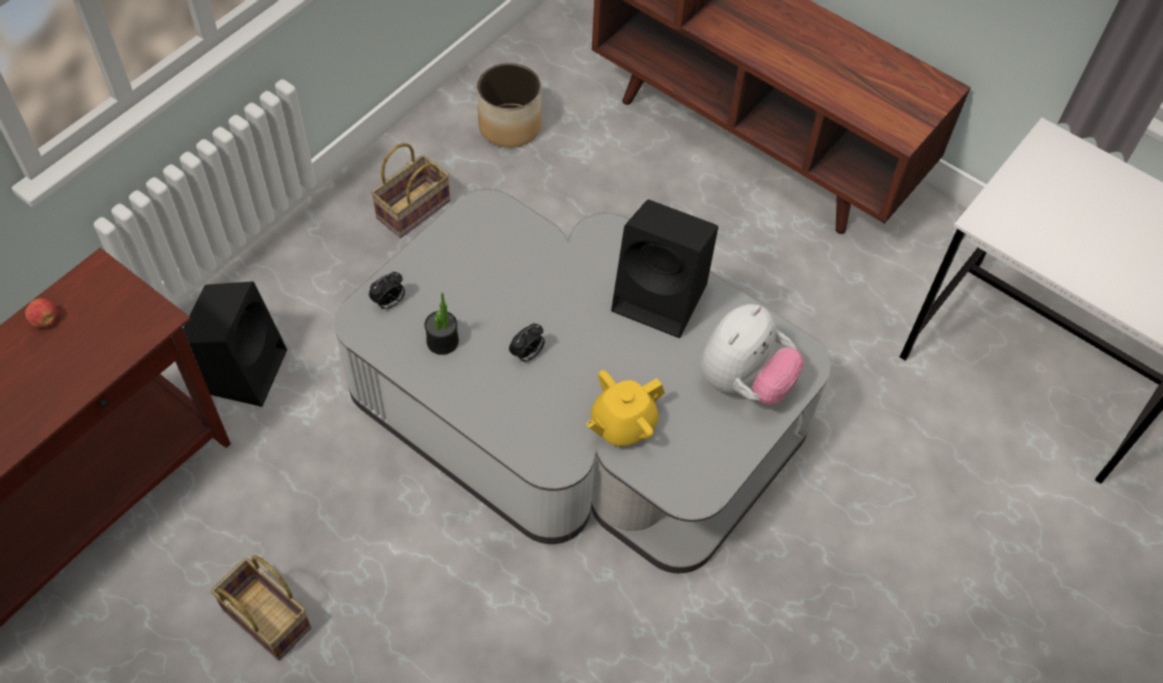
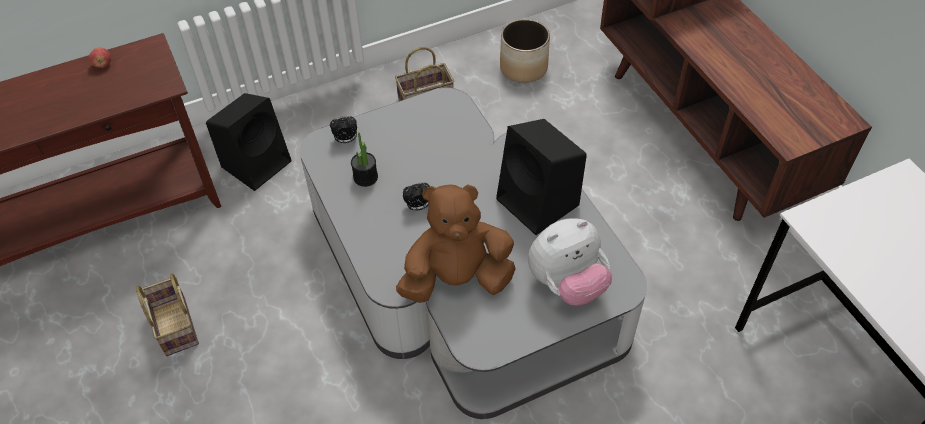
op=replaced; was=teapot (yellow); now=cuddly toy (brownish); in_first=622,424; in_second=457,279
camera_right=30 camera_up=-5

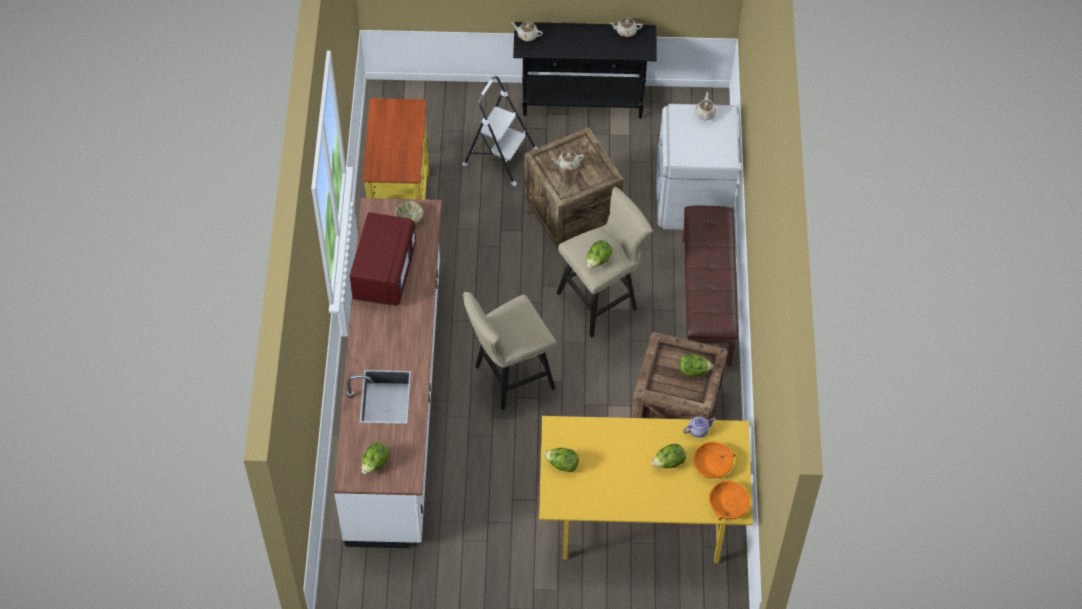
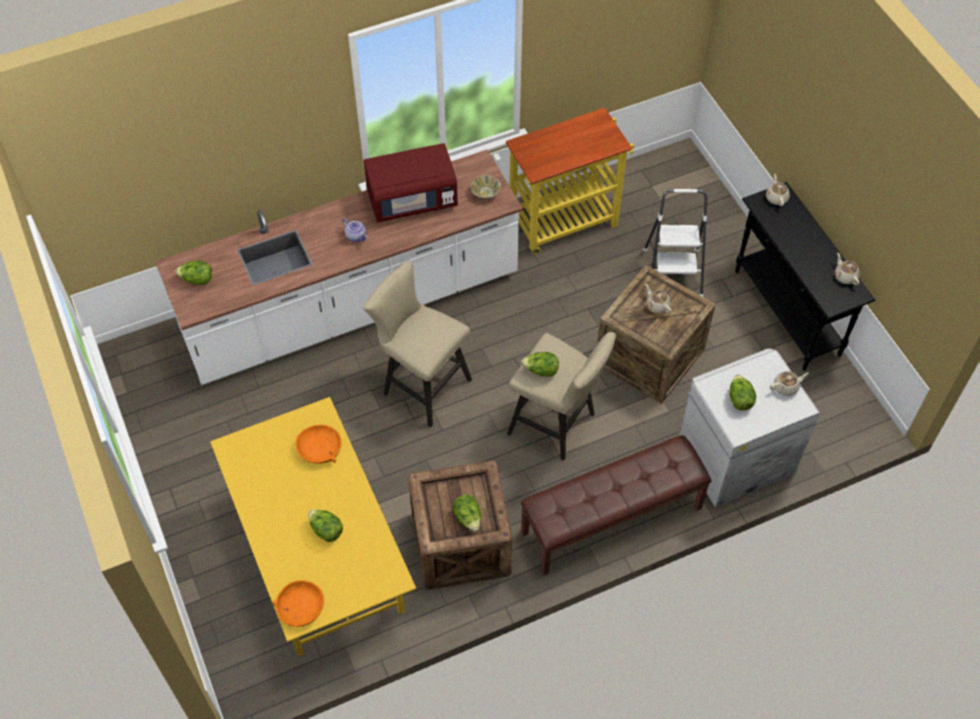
op=moved; was=deep dish (orangey); in_first=713,464; in_second=320,448
op=moved; was=teapot; in_first=698,430; in_second=356,236
op=moved; was=head of lettuce; in_first=562,465; in_second=739,399
camera_right=65 camera_up=0

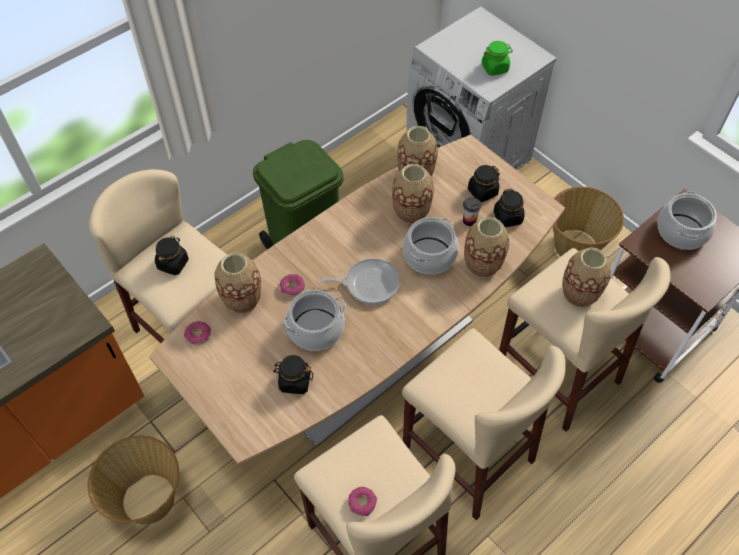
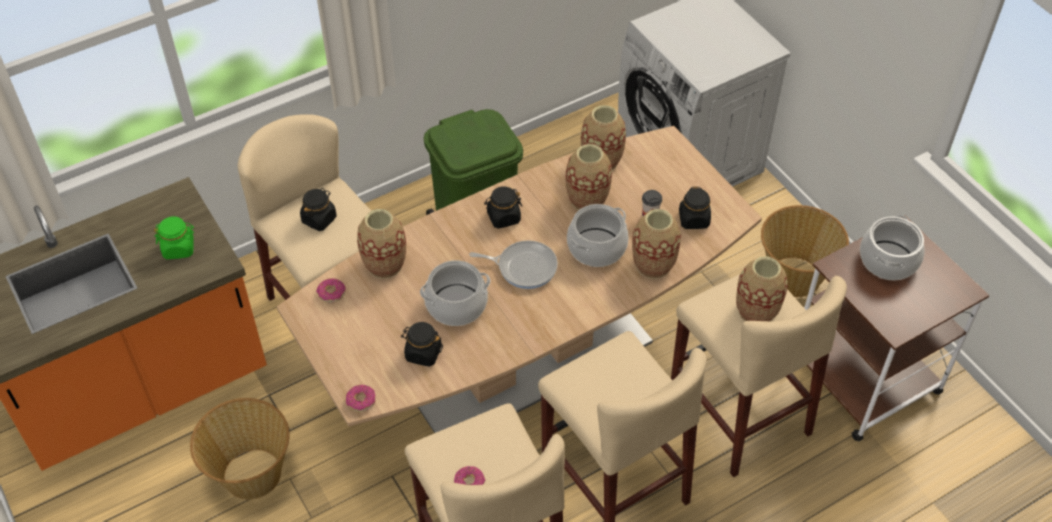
op=moved; was=preserve jar (greenish); in_first=495,68; in_second=179,248
op=moved; was=ring doughnut; in_first=292,287; in_second=361,401
op=moved; was=preserve jar (blackish); in_first=482,192; in_second=503,217
camera_right=10 camera_up=-5

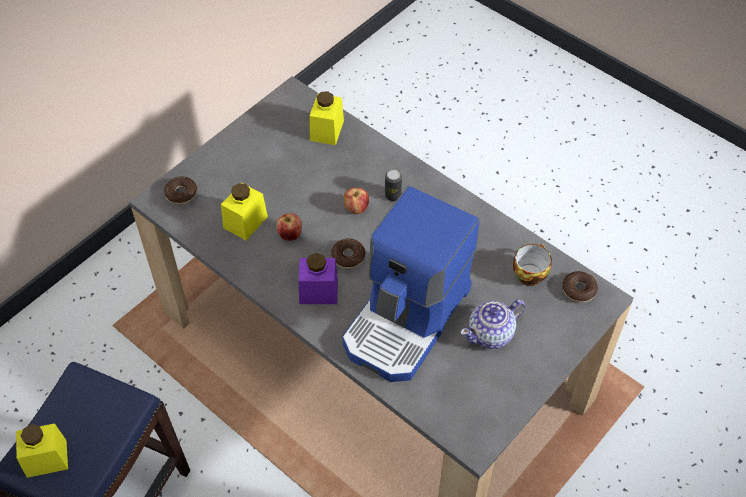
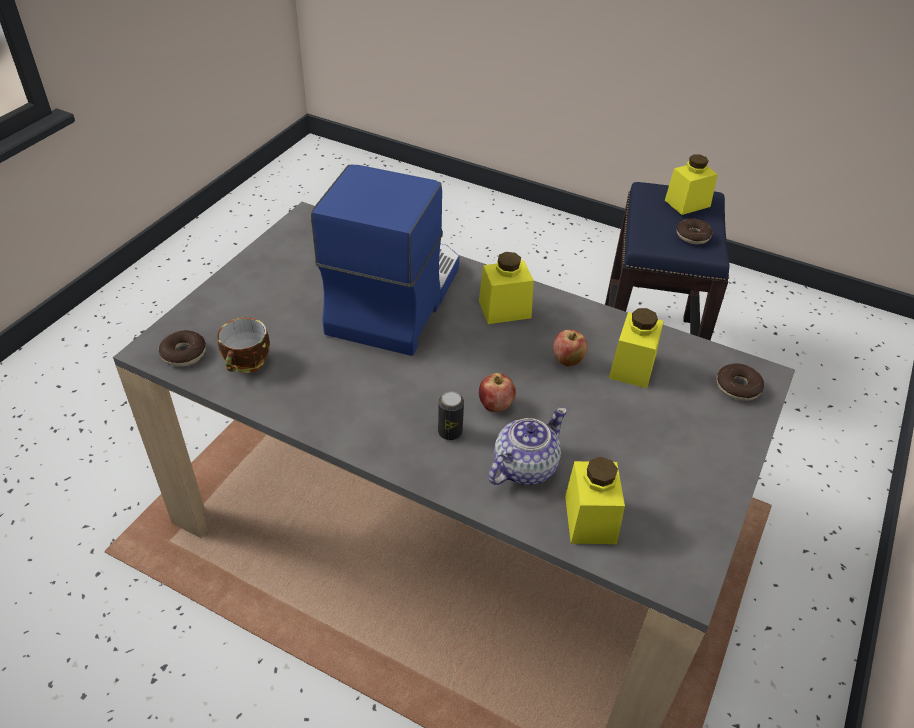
op=recoloured; was=preserve jar (purple-coloured); now=preserve jar (yellow); in_first=318,291; in_second=504,309
op=moved; was=teapot; in_first=491,334; in_second=524,467
op=moved; was=ring doughnut; in_first=348,257; in_second=692,236
camera_right=165 camera_up=-10

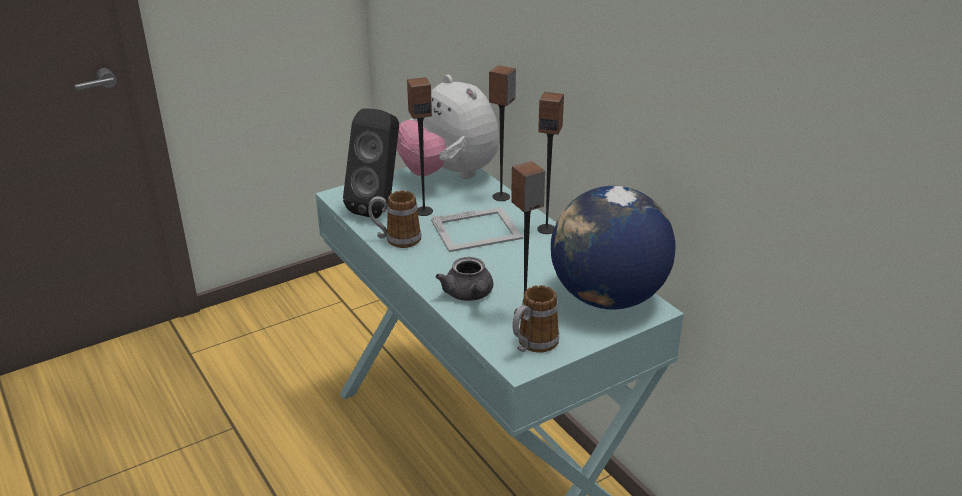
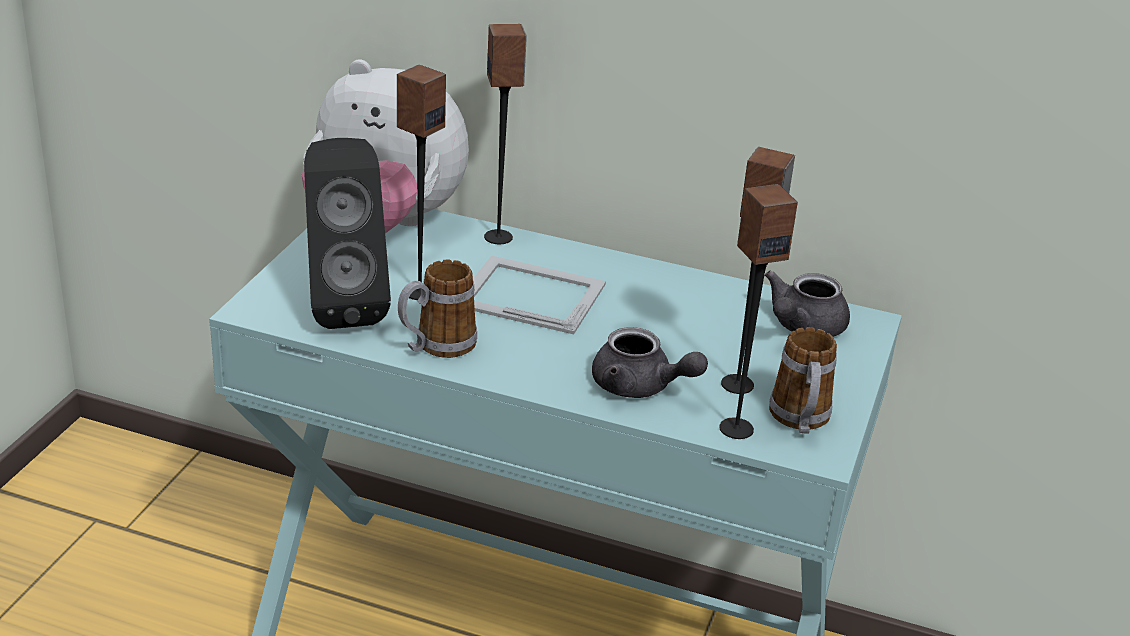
op=turned; was=picture frame; in_first=477,230; in_second=529,294; clockwise=-105
op=moved; was=speaker; in_first=546,229; in_second=736,428
op=replaced; was=world globe; now=teapot (grey); in_first=607,298; in_second=802,327
camera_right=-40 camera_up=0

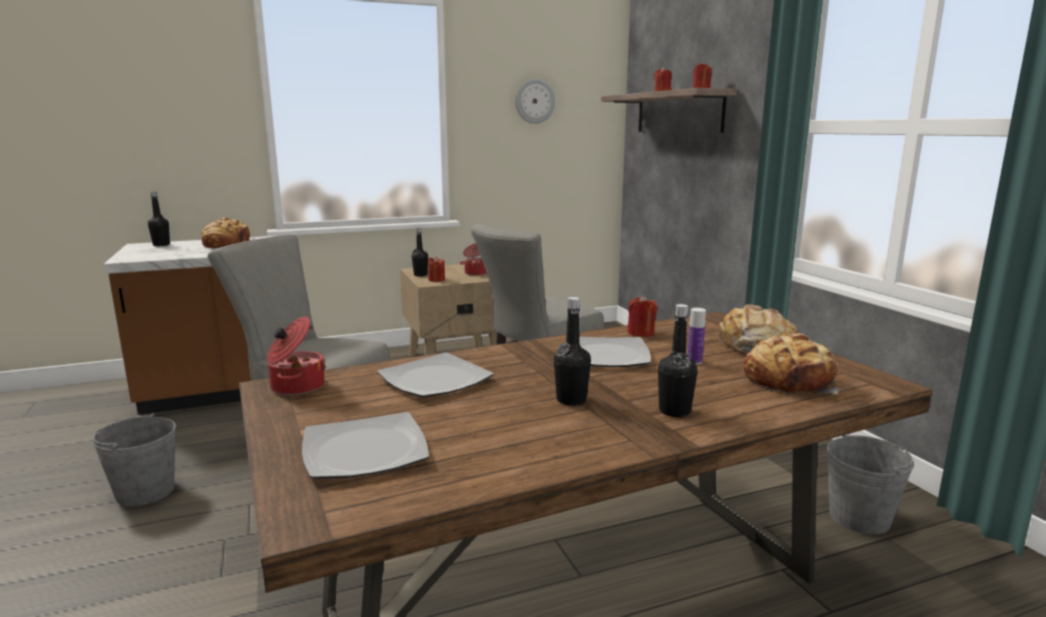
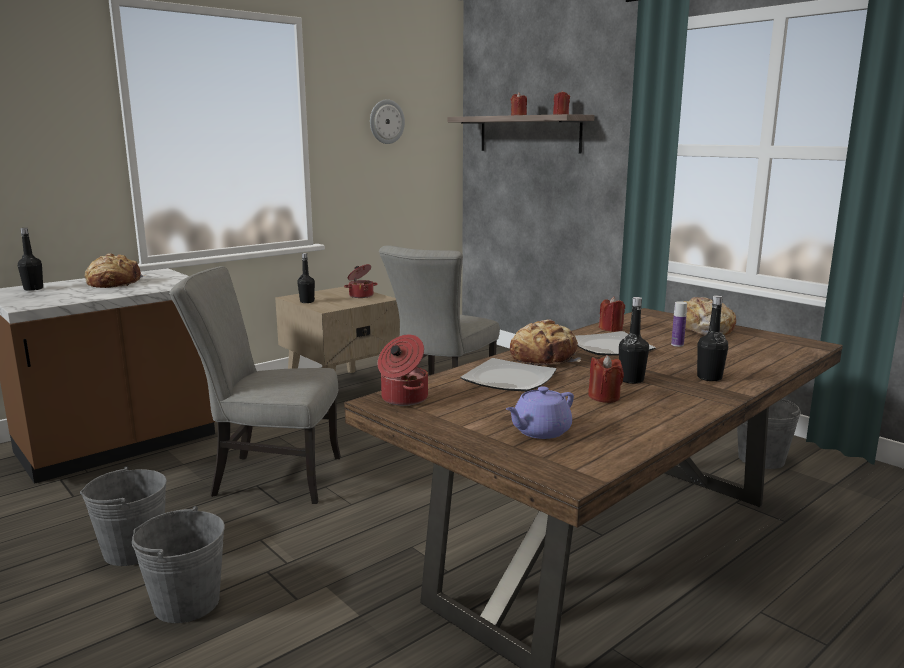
op=added; now=bucket (grey); in_second=186,603
op=replaced; was=dinner plate; now=teapot (purple-coloured); in_first=366,451; in_second=540,431
op=moved; was=bakery bread; in_first=789,381; in_second=544,357
op=moved; was=wax light (reddish); in_first=436,280; in_second=604,397
camera_right=-20 camera_up=0

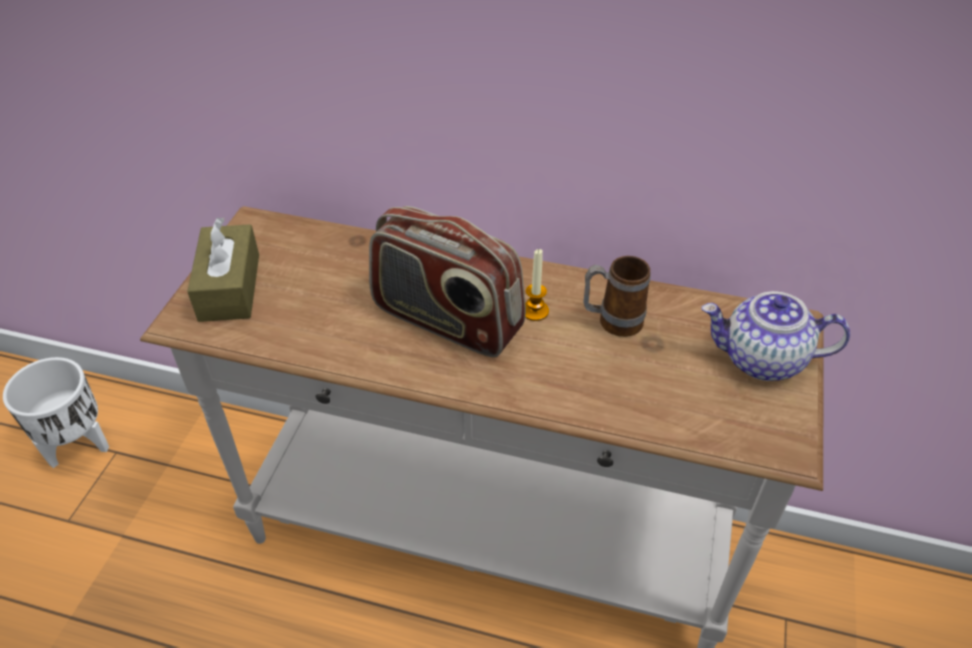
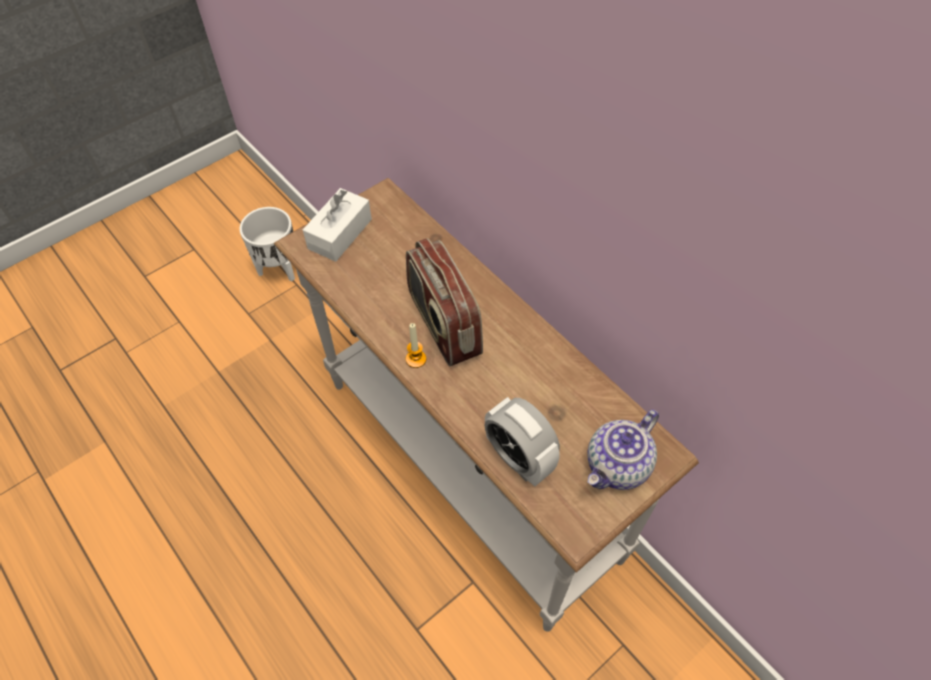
op=recoloured; was=tissue holder (brownish); now=tissue holder (whitish); in_first=229,287; in_second=340,234
op=moved; was=wax light; in_first=535,311; in_second=416,359
op=added; now=bedside clock; in_second=519,458
op=turned; was=teapot; in_first=761,360; in_second=618,466; clockwise=-90
op=removed; was=mug; in_first=611,322
camera_right=35 camera_up=10

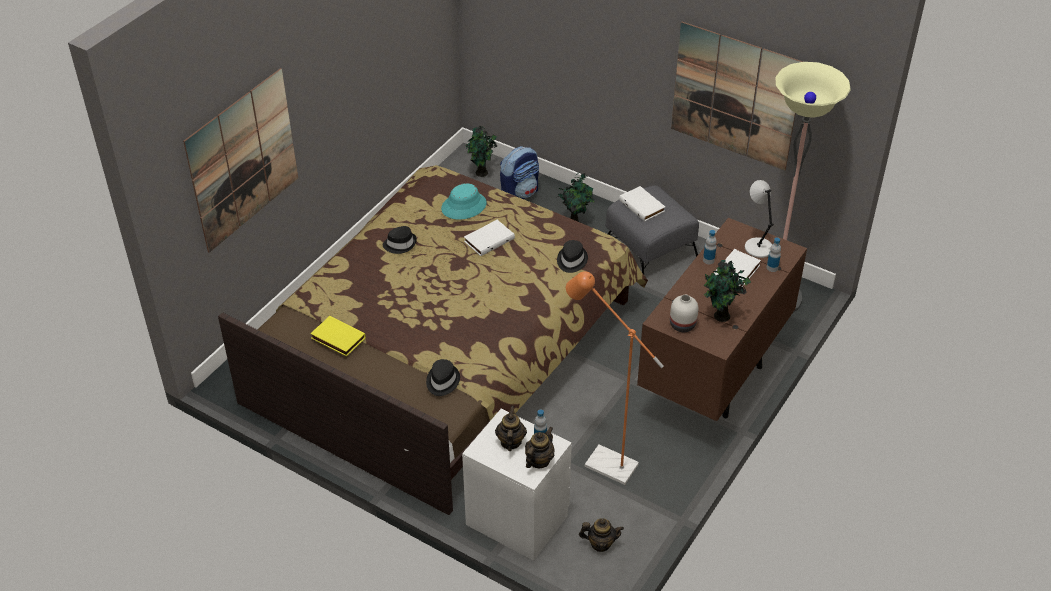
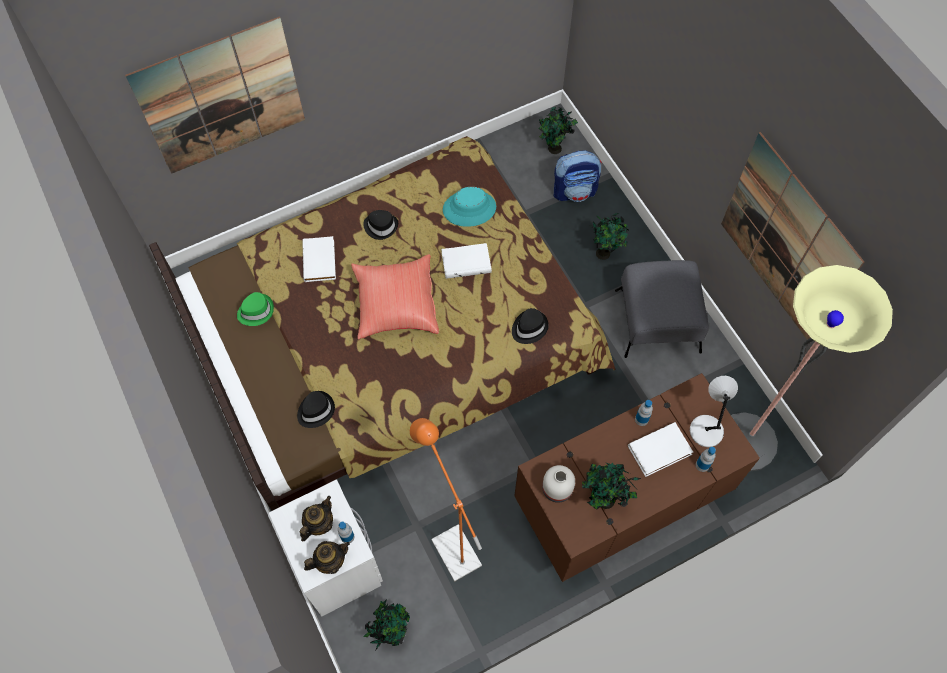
op=replaced; was=volume (yellow); now=wearable hat (greenish); in_first=337,339; in_second=256,311
op=moved; was=volume (whitish); in_first=643,205; in_second=320,261
op=added; now=cushion (reddish); in_second=395,305
op=replaced; was=teapot; now=houseplant; in_first=600,543; in_second=391,633
camera_right=30 camera_up=20

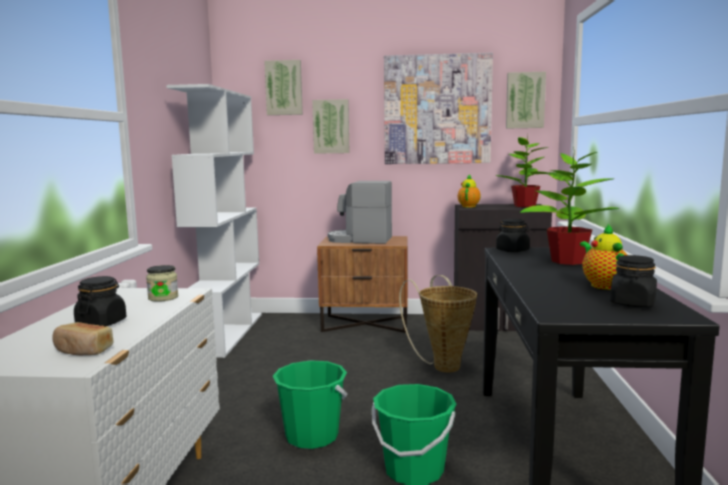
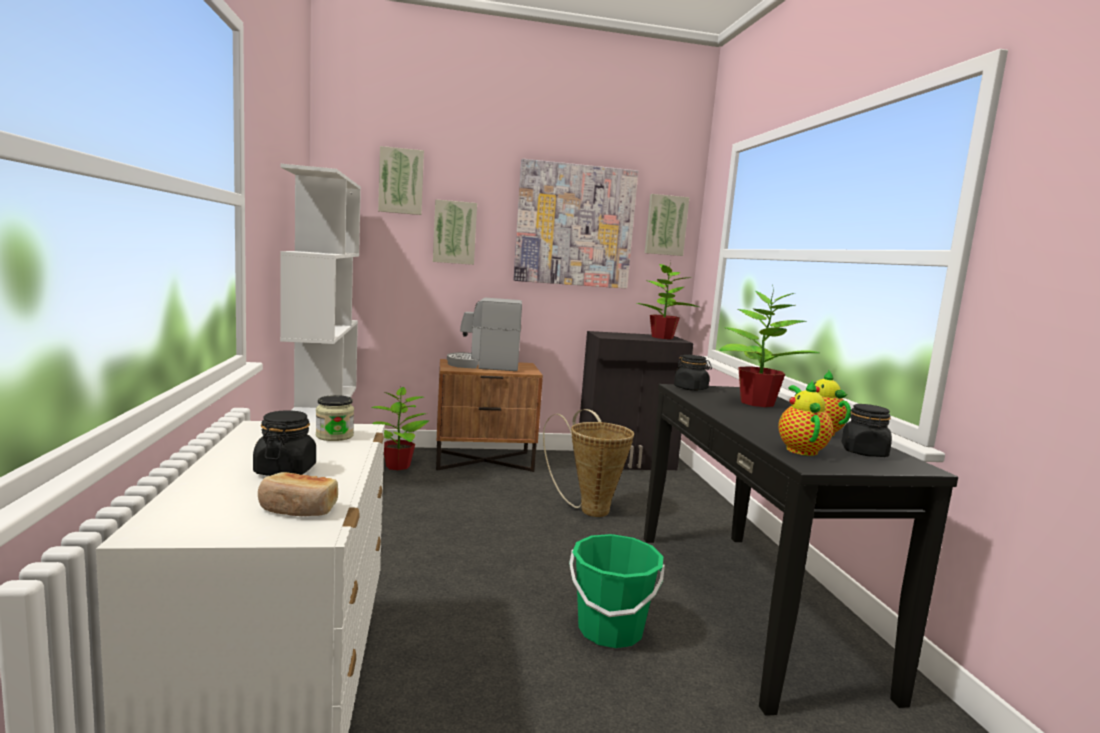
op=added; now=houseplant; in_second=397,466
op=moved; was=teapot; in_first=469,206; in_second=800,449
op=removed; was=bucket (greenish); in_first=312,436
camera_right=-15 camera_up=0

